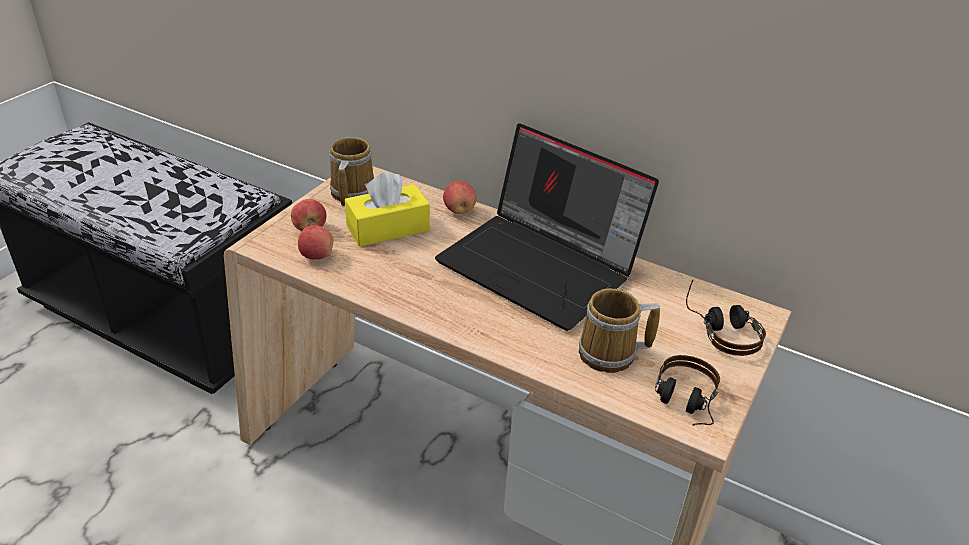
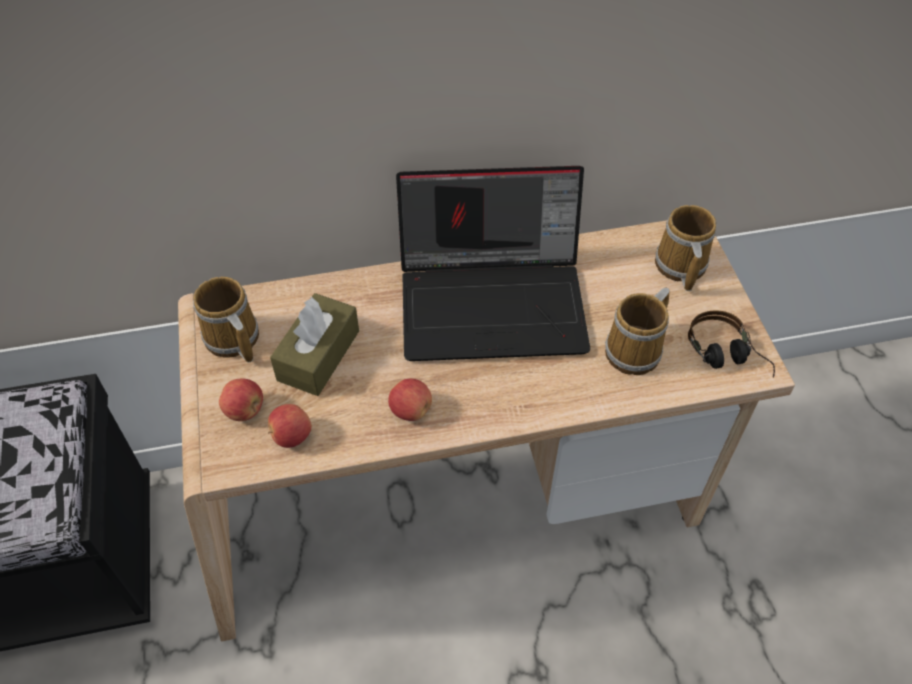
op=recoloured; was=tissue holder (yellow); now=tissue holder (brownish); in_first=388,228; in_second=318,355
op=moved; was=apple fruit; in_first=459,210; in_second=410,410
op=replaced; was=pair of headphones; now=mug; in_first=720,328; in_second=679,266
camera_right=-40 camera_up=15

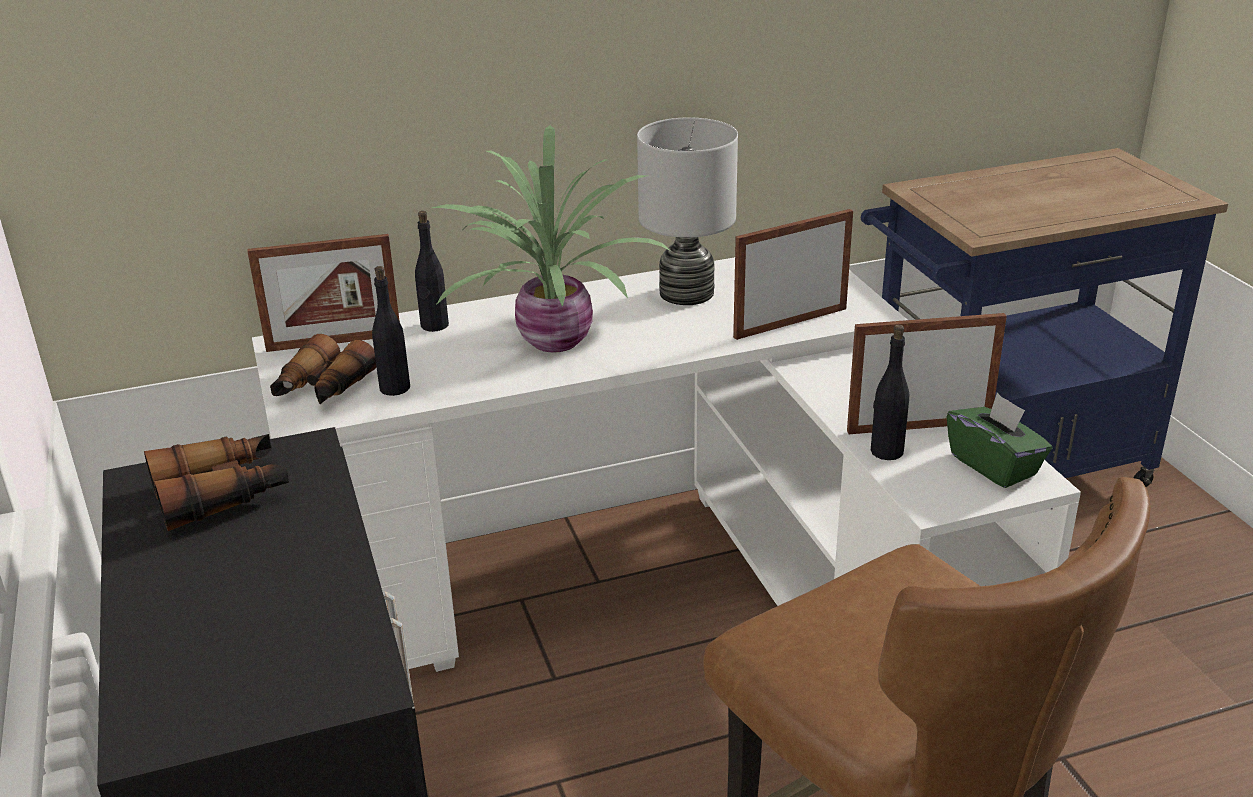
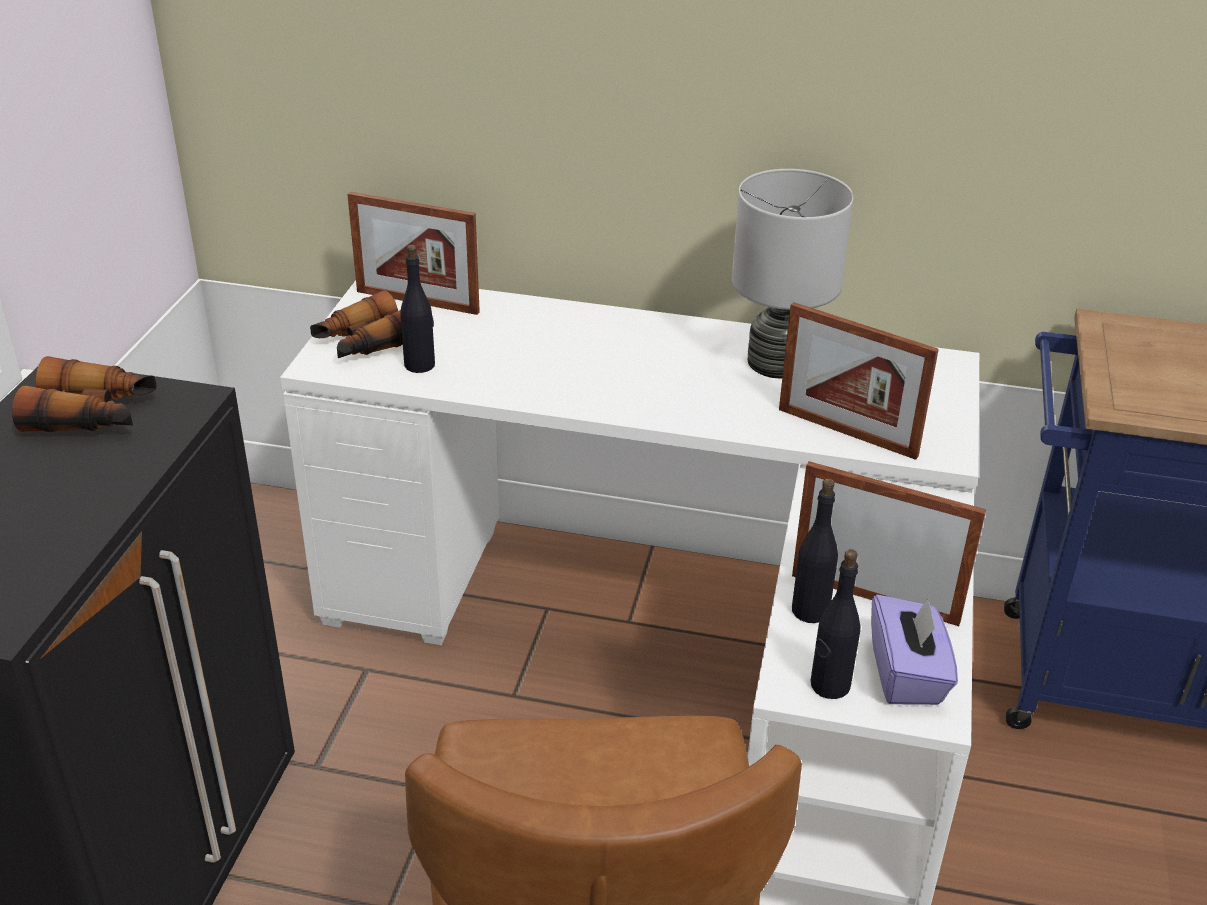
op=turned; was=picture frame; in_first=790,323; in_second=847,432; clockwise=-150
op=moved; was=bottle (blackish); in_first=434,325; in_second=829,685
op=recoloured; was=tissue holder (greenish); now=tissue holder (purple-coloured); in_first=994,465; in_second=907,674
op=removed; was=houseplant; in_first=551,342
camera_right=30 camera_up=5

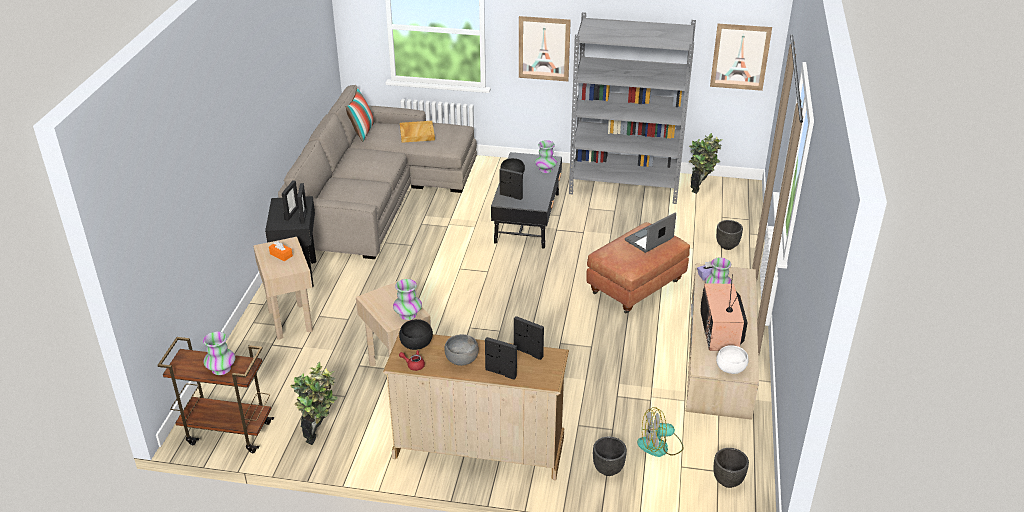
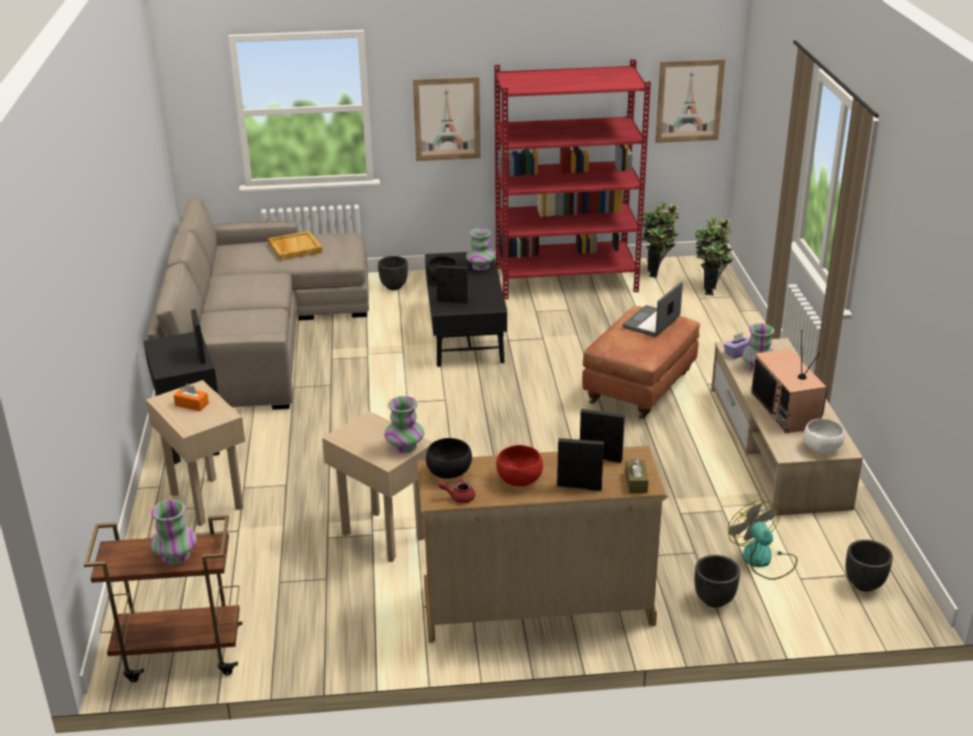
op=moved; was=plant pot (blackish); in_first=727,246; in_second=394,286
op=recoloured; was=shelving unit (grey); now=shelving unit (reddish); in_first=624,184; in_second=566,280
op=recoloured; was=deep dish (grey); now=deep dish (reddish); in_first=462,359; in_second=519,479
op=added; now=tissue holder (brownish); in_second=636,482
op=moved; was=houseplant; in_first=319,433; in_second=711,288
op=turned; was=electric fan; in_first=660,446; in_second=763,560; clockwise=90
op=removed; was=picture frame; in_first=292,213
op=removed; was=cushion; in_first=362,132
camera_right=-15 camera_up=-5

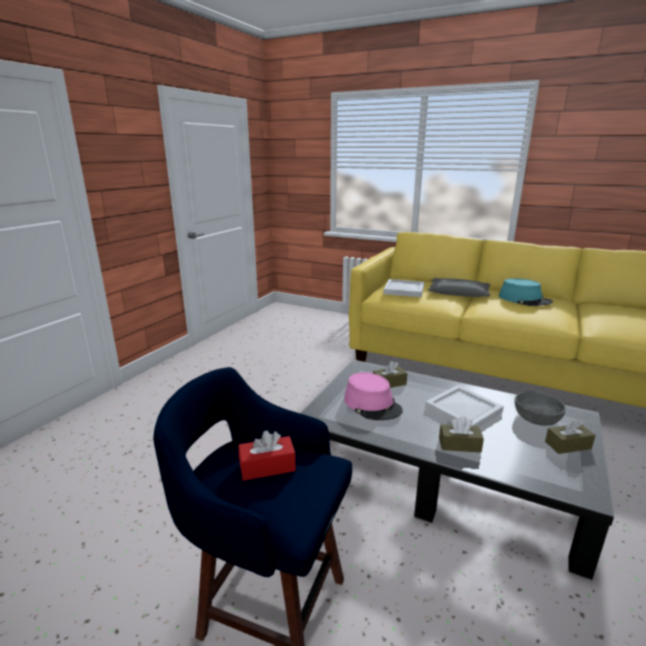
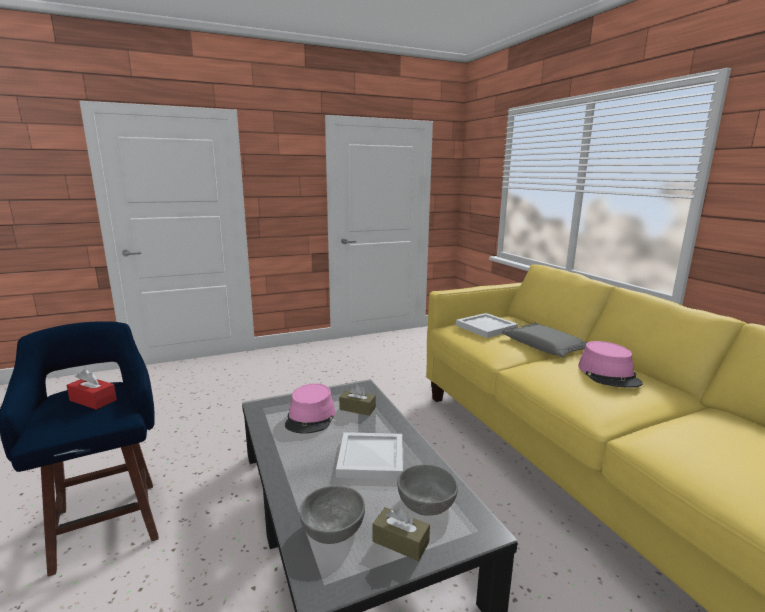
op=added; now=deep dish (grey); in_second=332,528
op=recoloured; was=wearable hat (turquoise-coloured); now=wearable hat (pinkish); in_first=524,299; in_second=609,374
op=removed; was=tissue holder (brownish); in_first=459,445
camera_right=40 camera_up=-5

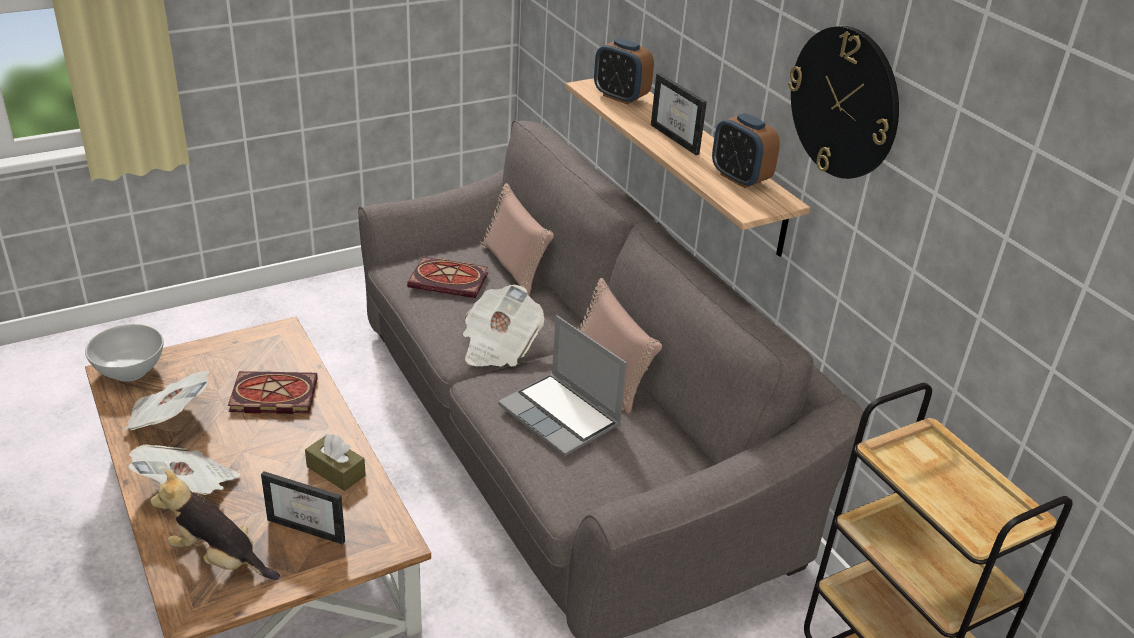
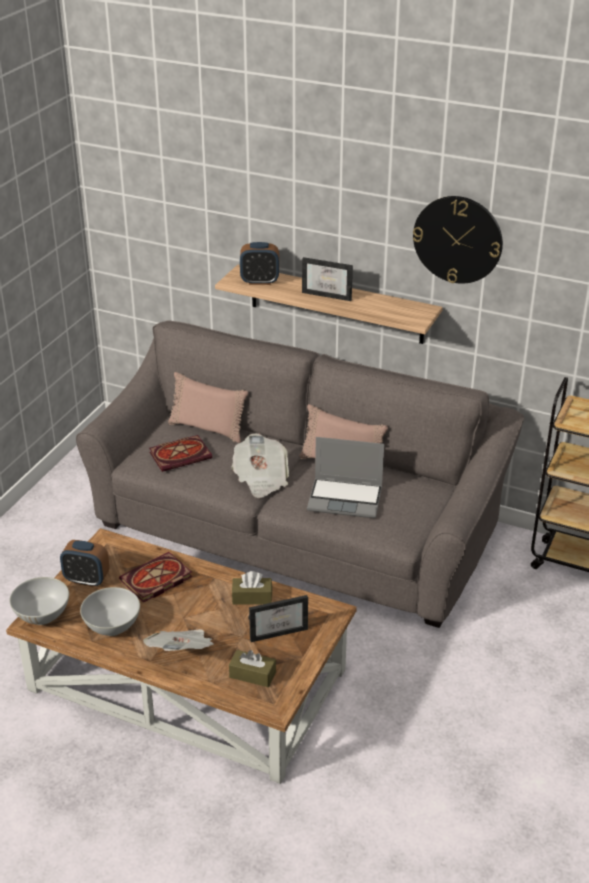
op=moved; was=bedside clock; in_first=740,178; in_second=87,579
op=replaced; was=newspaper; now=deep dish (whitish); in_first=169,419; in_second=112,626
op=replaced; was=cuddly toy; now=tissue holder (brownish); in_first=219,558; in_second=252,674
camera_right=-35 camera_up=0

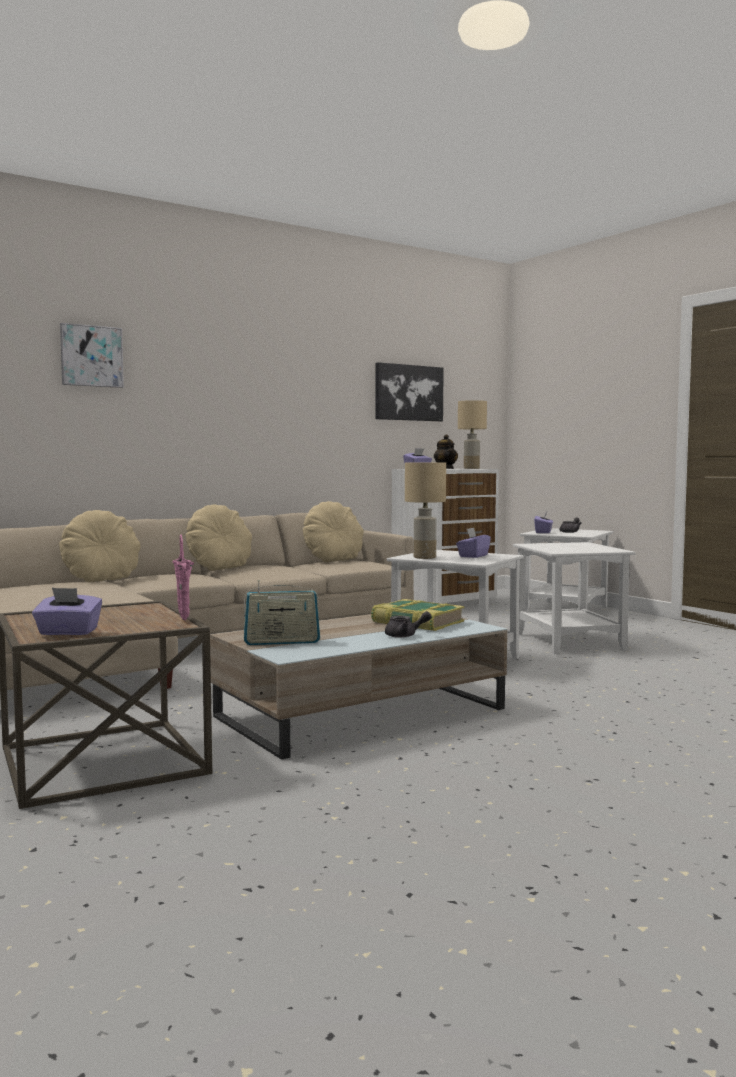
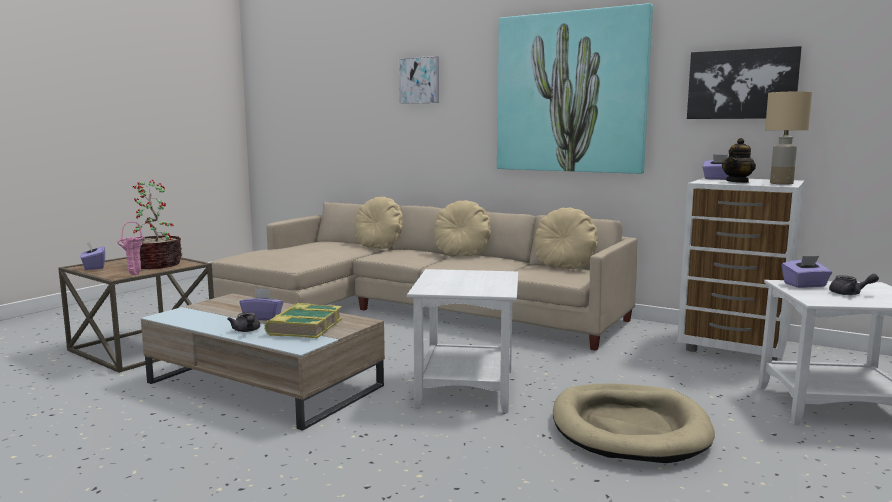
op=added; now=houseplant; in_second=156,264
op=moved; was=tissue holder (purple-coloured); in_first=473,556; in_second=262,317
op=added; now=wall picture; in_second=571,93
op=replaced; was=accent table (whitish); now=dog cushion (beige-coloured); in_first=567,642; in_second=629,428
op=removed; was=radio receiver; in_first=282,642
op=removed; was=lamp for a table (beige-coloured); in_first=425,557
camera_right=65 camera_up=5

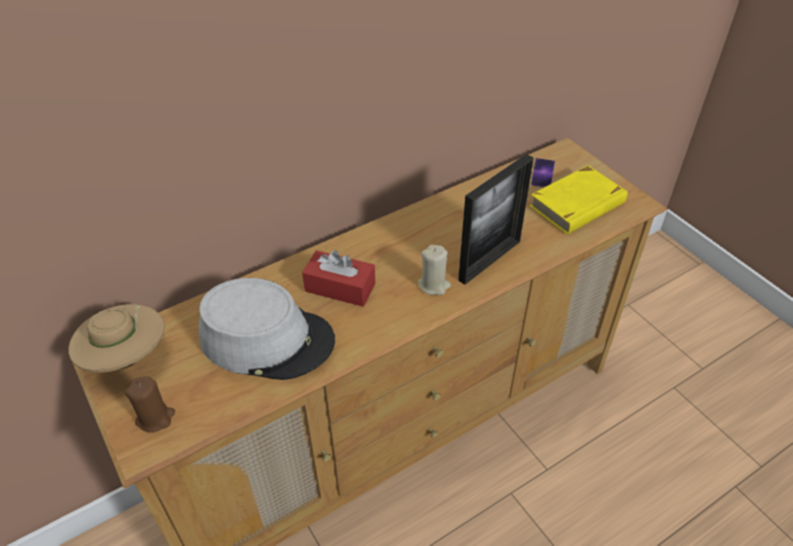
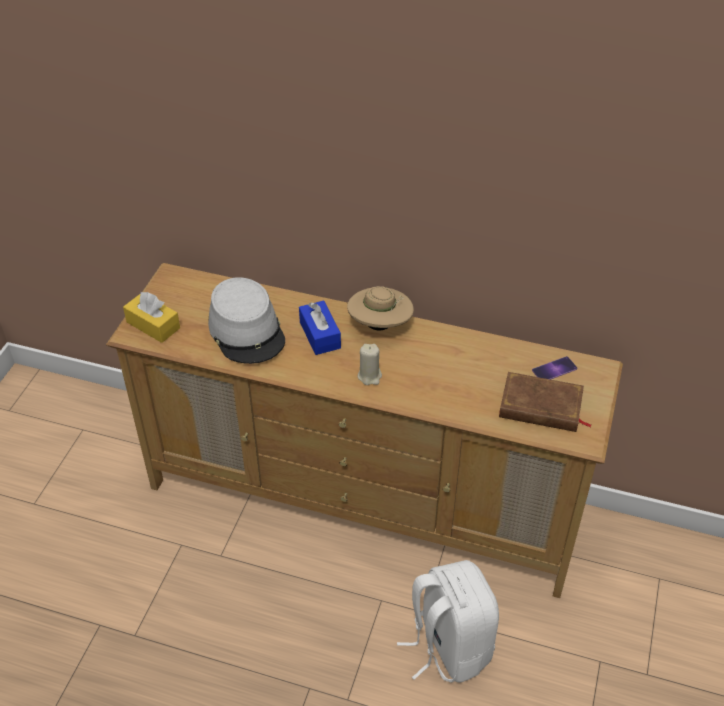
op=replaced; was=wax light (brownish); now=tissue holder (yellow); in_first=155,418; in_second=153,325
op=recoloured; was=tissue holder (reddish); now=tissue holder (blue-coloured); in_first=340,287; in_second=320,335
op=moved; was=wearable hat (beige-coloured); in_first=127,358; in_second=380,325
op=added; now=rucksack (whitish); in_second=448,646
op=recoloured; was=volume (yellow); now=volume (brownish); in_first=578,205; in_second=541,407
op=removed; was=picture frame; in_first=489,260
camera_right=50 camera_up=0

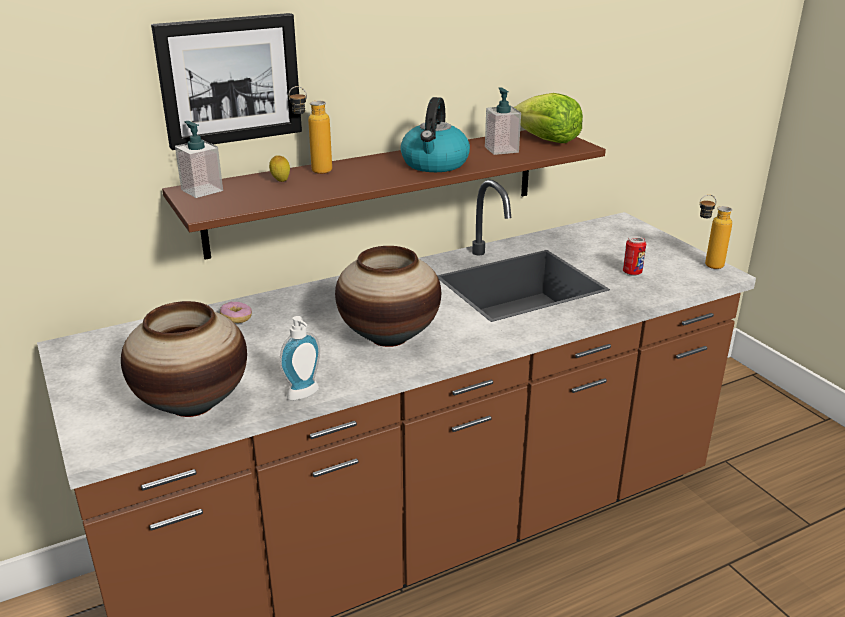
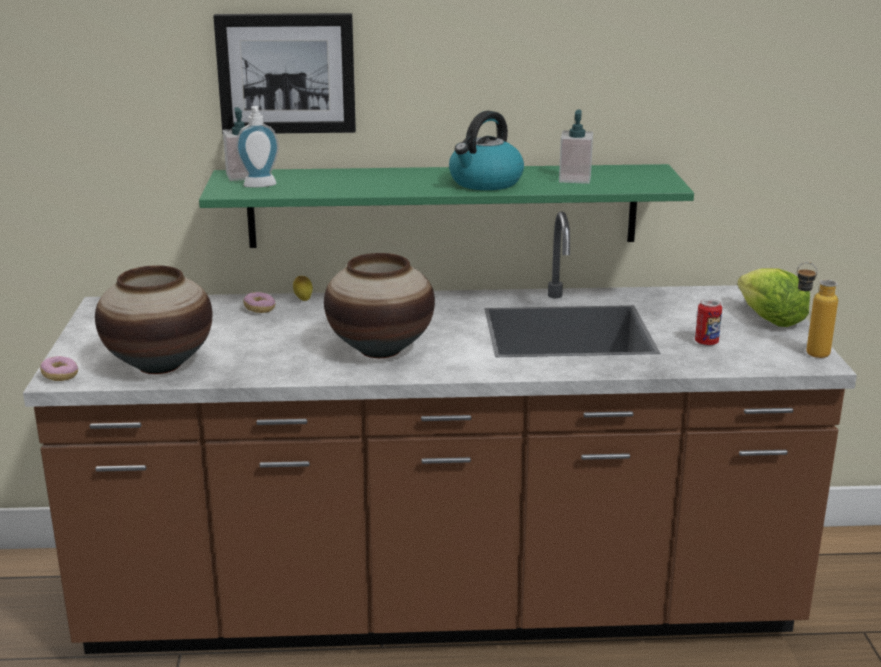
op=added; now=ring doughnut; in_second=60,376
op=recoloured; was=wall shelf (brownish); now=wall shelf (greenish); in_first=378,189; in_second=443,206
op=moved; was=soap dispenser; in_first=305,395; in_second=260,186
op=moved; was=citrus fruit; in_first=280,181; in_second=303,300
op=moved; was=head of lettuce; in_first=547,140; in_second=769,319
op=removed; was=bottle; in_first=313,170
camera_right=25 camera_up=-5

